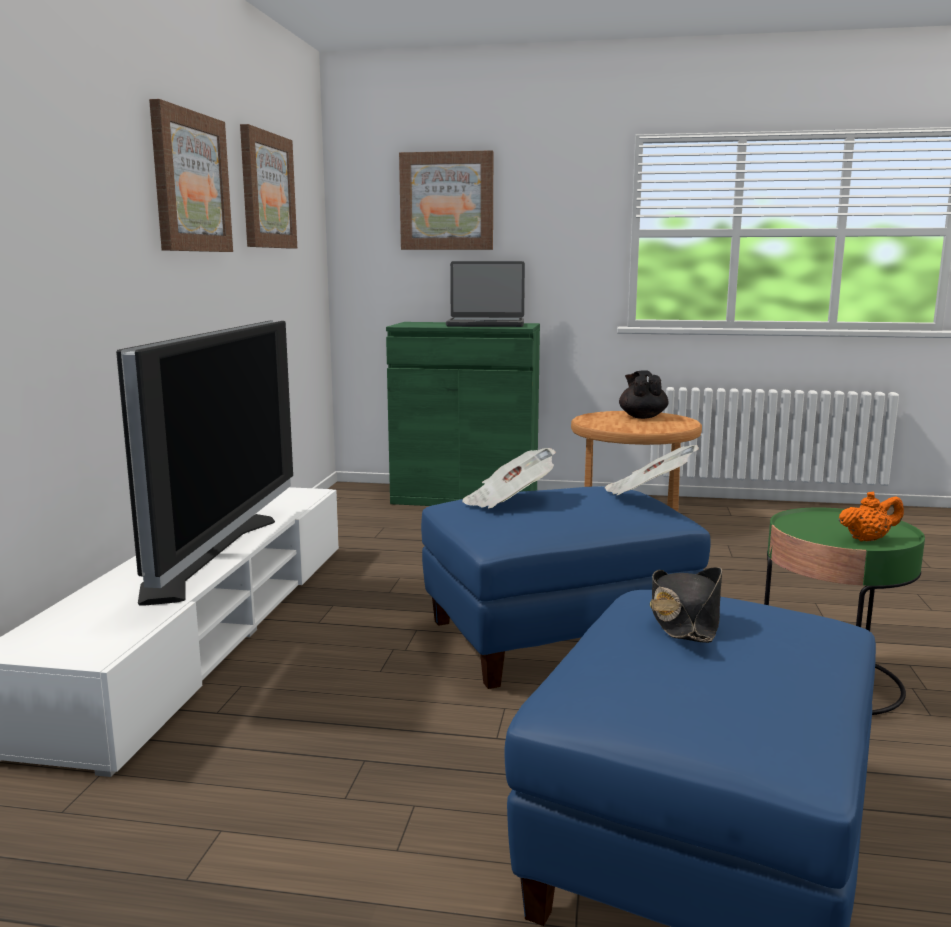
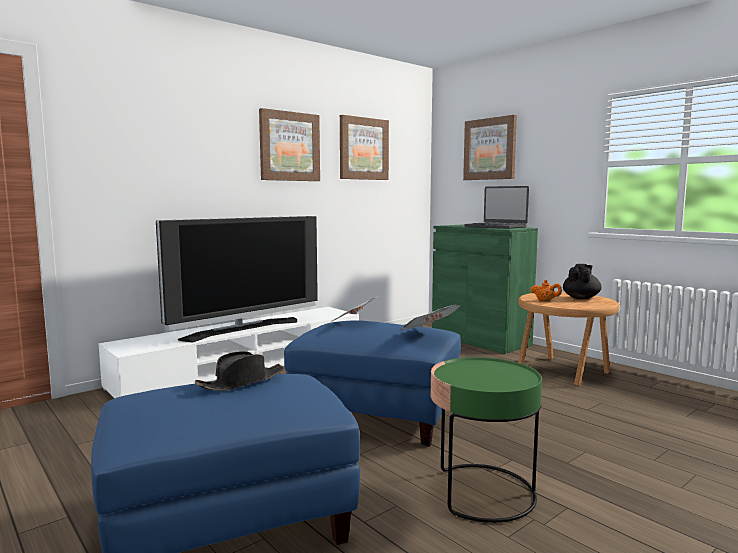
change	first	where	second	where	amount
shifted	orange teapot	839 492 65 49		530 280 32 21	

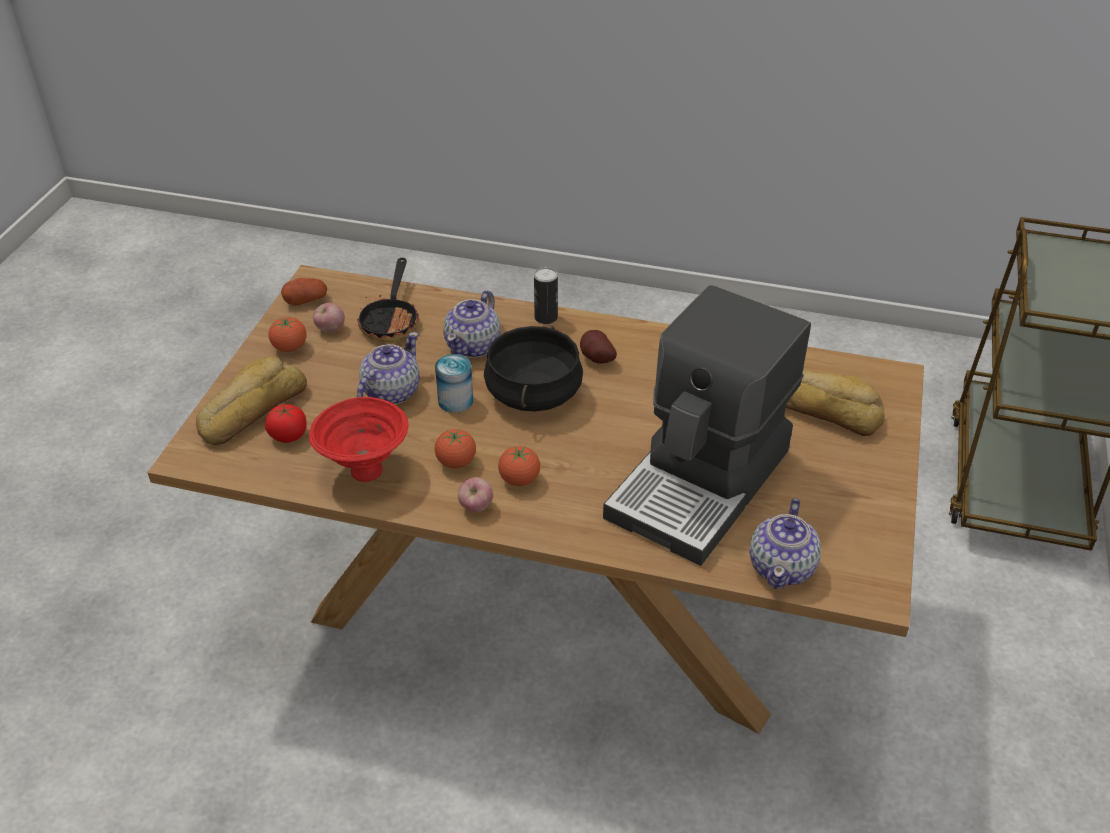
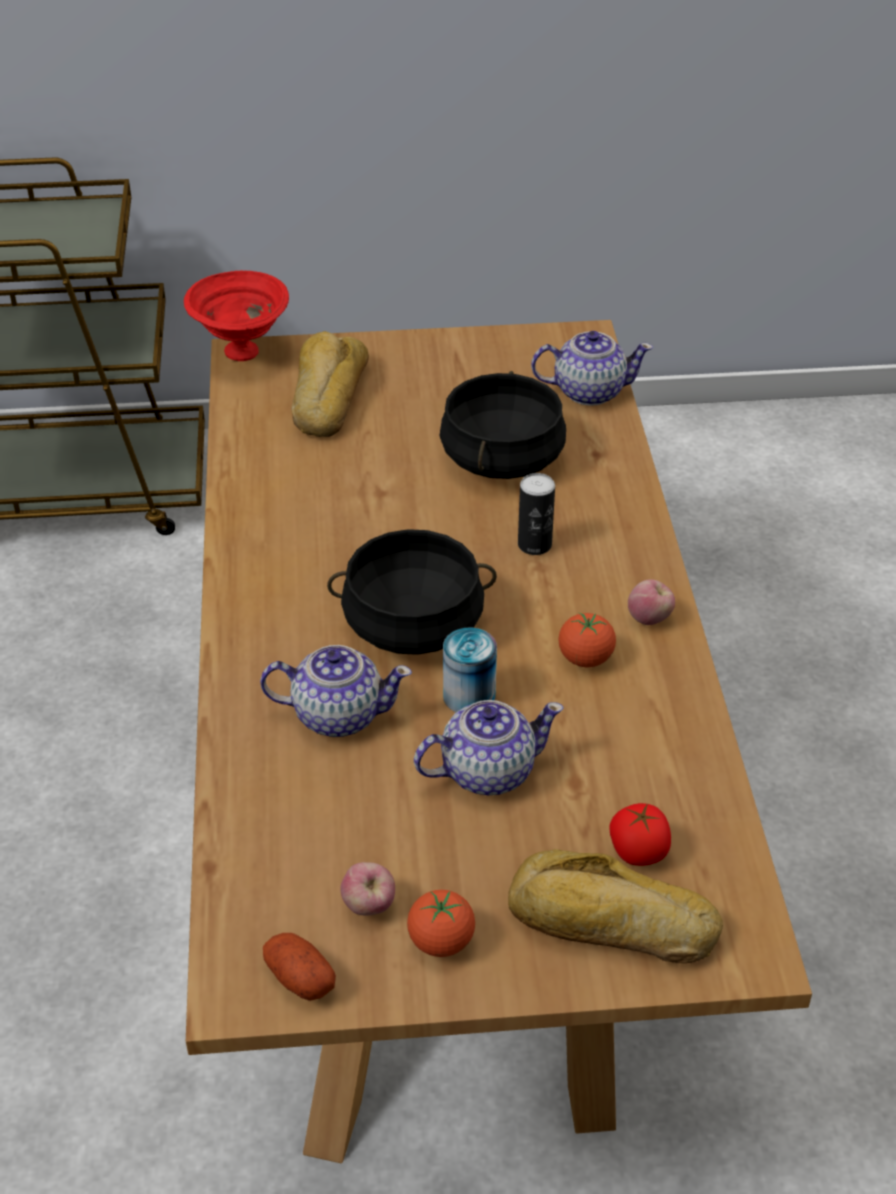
change	first	where	second	where	amount
gone	frying pan	357 258 62 84			
shifted	can	534 267 24 57		518 473 37 82	
swapped	coffee machine	603 285 208 281	black cooking pot	440 371 126 108	
gone	potato	580 330 37 33			
rotated	teapot	357 332 63 72		414 700 150 95	150 degrees clockwise
shifted	red bowl	309 397 99 85		184 271 105 90	
gone	tomato	498 446 42 40			

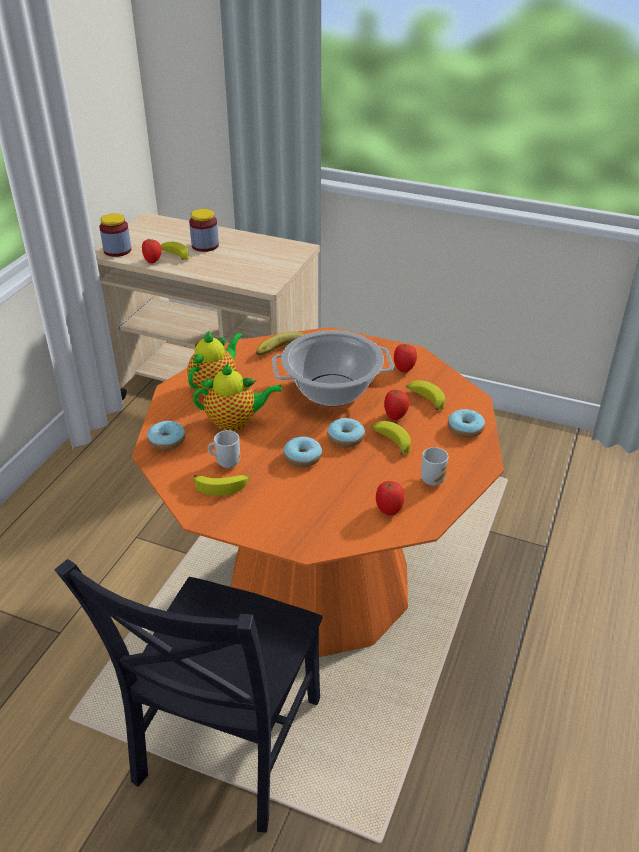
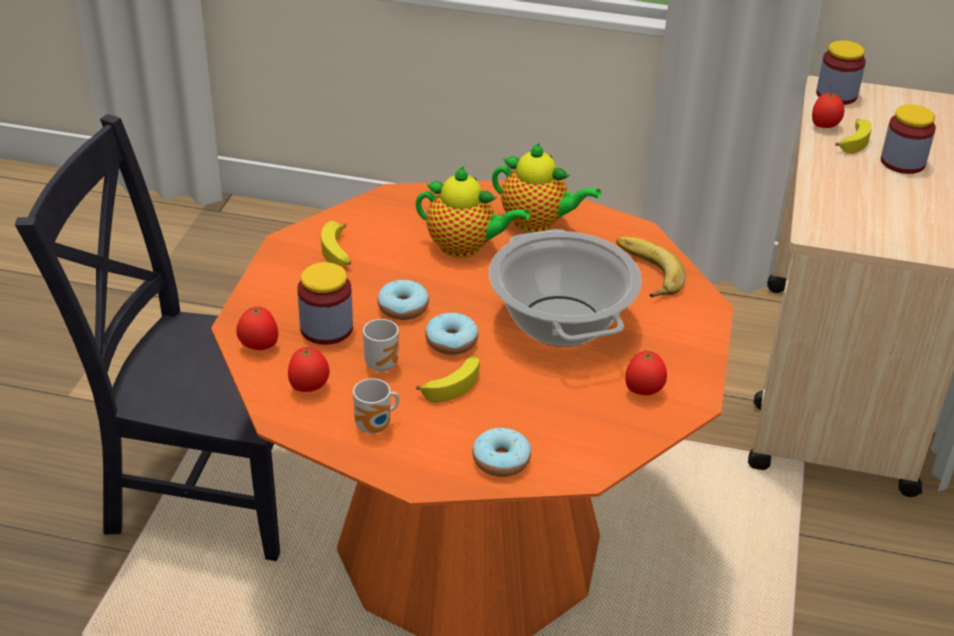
change	first	where	second	where	amount
rotated	teapot	193 363 89 68		416 167 114 91	60 degrees counterclockwise
gone	banana	406 381 39 29			
shifted	tomato	384 390 26 30		236 306 42 44	
gone	donut	147 421 38 30			
shifted	mug	208 430 32 38		363 319 36 53	
new			jar	298 262 55 83	

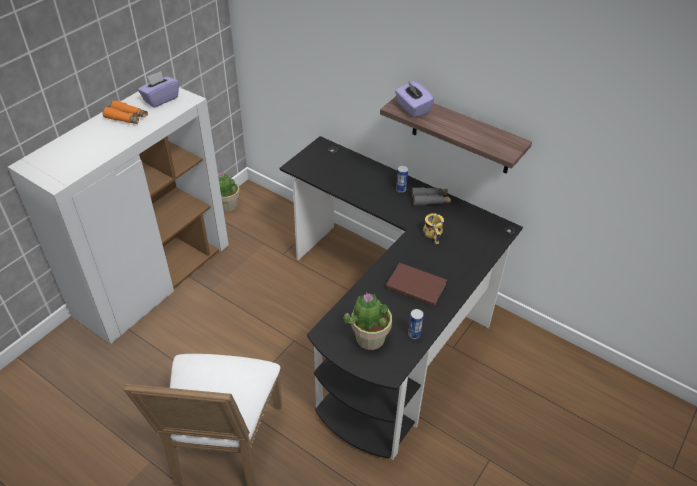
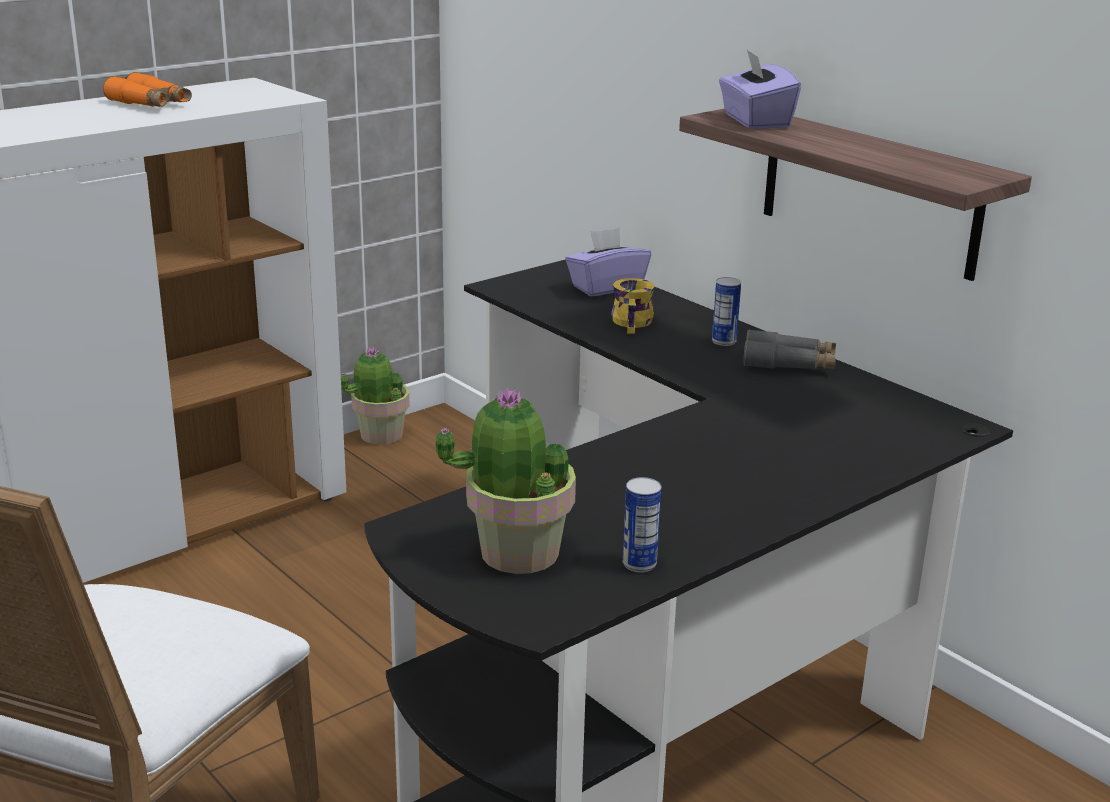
change	first	where	second	where	amount
shifted	purple tissue box	138 71 41 37		565 227 86 69	
shifted	yellow mug	423 213 21 31		611 278 44 56	
gone	brown book	386 263 61 43			

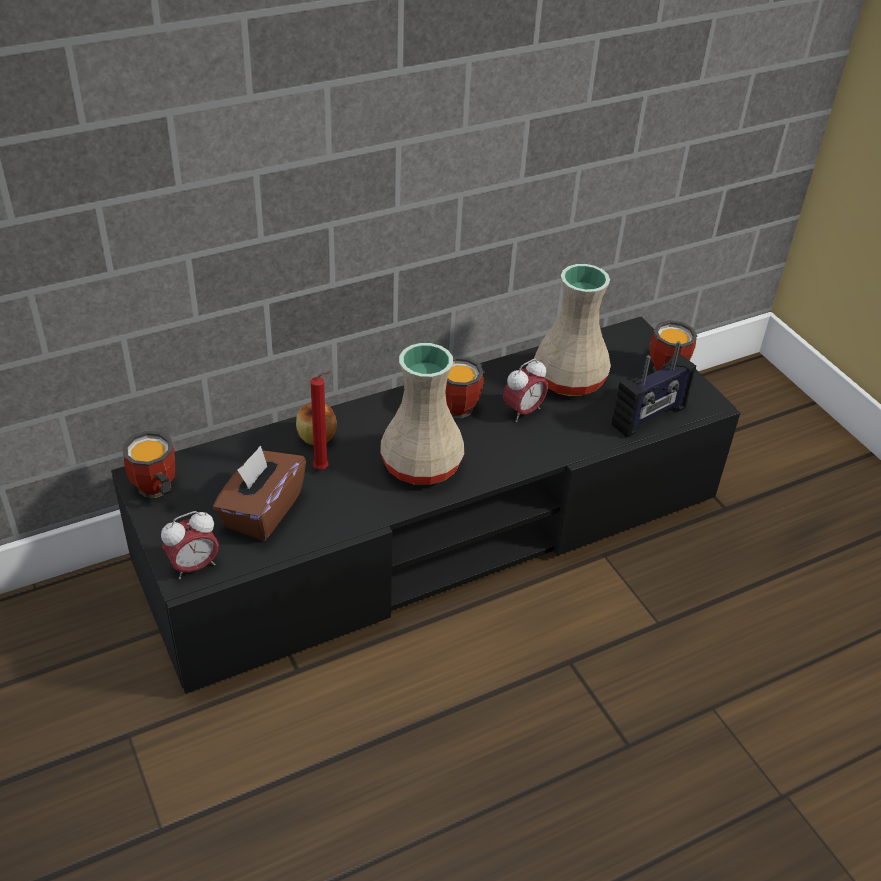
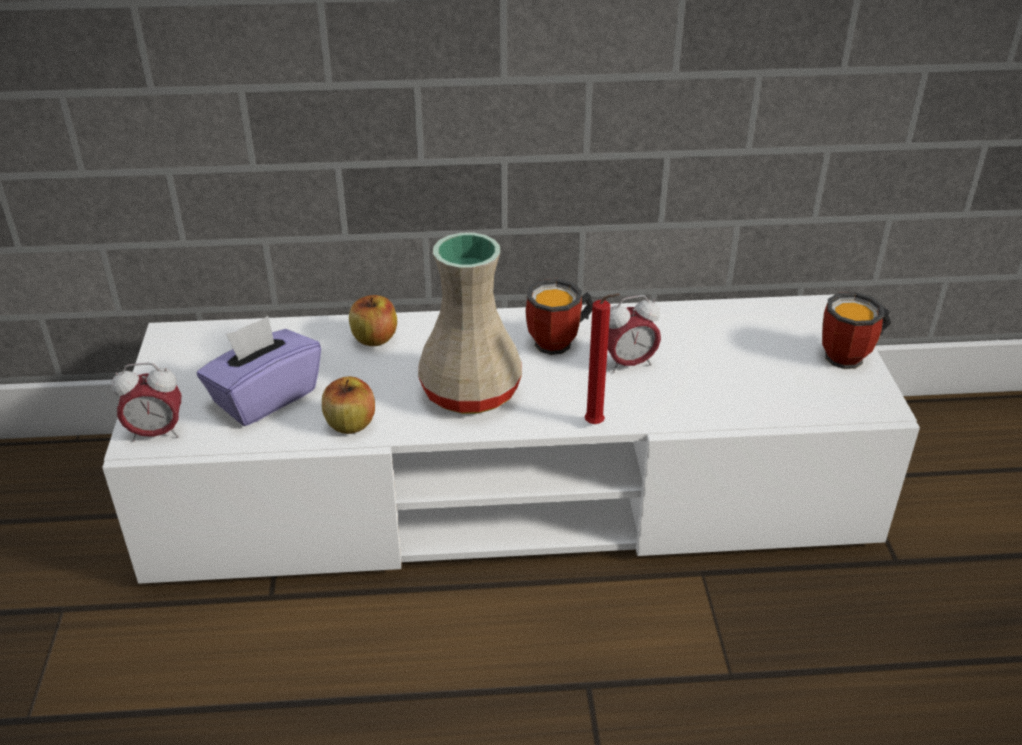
change	first	where	second	where	amount
gone	beige vase	534 264 77 132			
repainted	black tv stand	111 317 629 377	white tv stand	102 294 818 290	
gone	radio	612 341 84 97			
shifted	red candle	311 371 20 98		585 293 35 131	
gone	mug	123 431 52 67			
repainted	brown tissue box	213 445 93 96	purple tissue box	197 316 124 110	
new			apple	322 376 53 58	

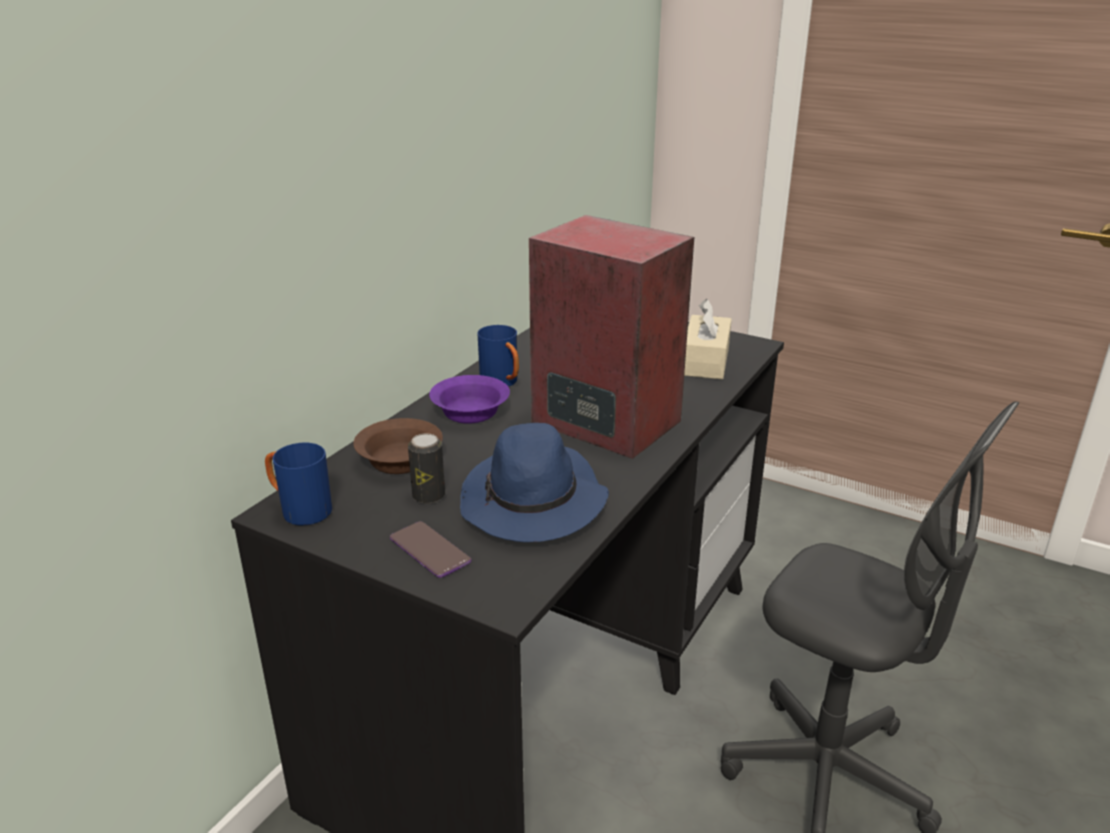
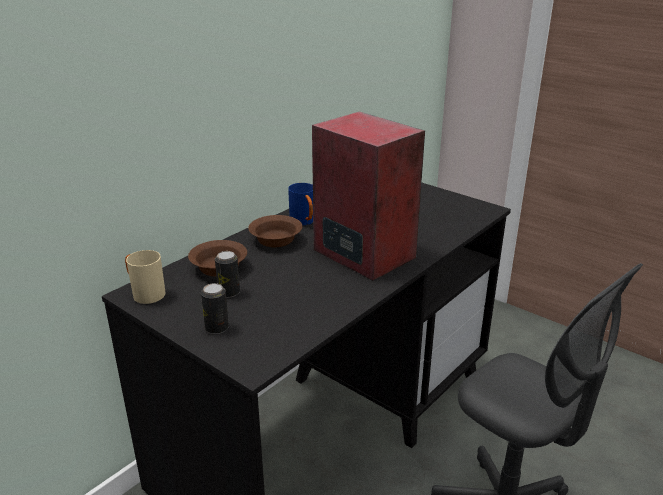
change	first	where	second	where	amount
gone	beige tissue box	684 299 48 80			
repainted	purple bowl	429 375 81 49	brown bowl	248 215 55 32	
gone	blue hat	460 423 149 119			
repainted	blue mug	265 443 67 82	beige mug	125 250 40 54	
swapped	phone	390 521 81 57	can	201 283 28 51	

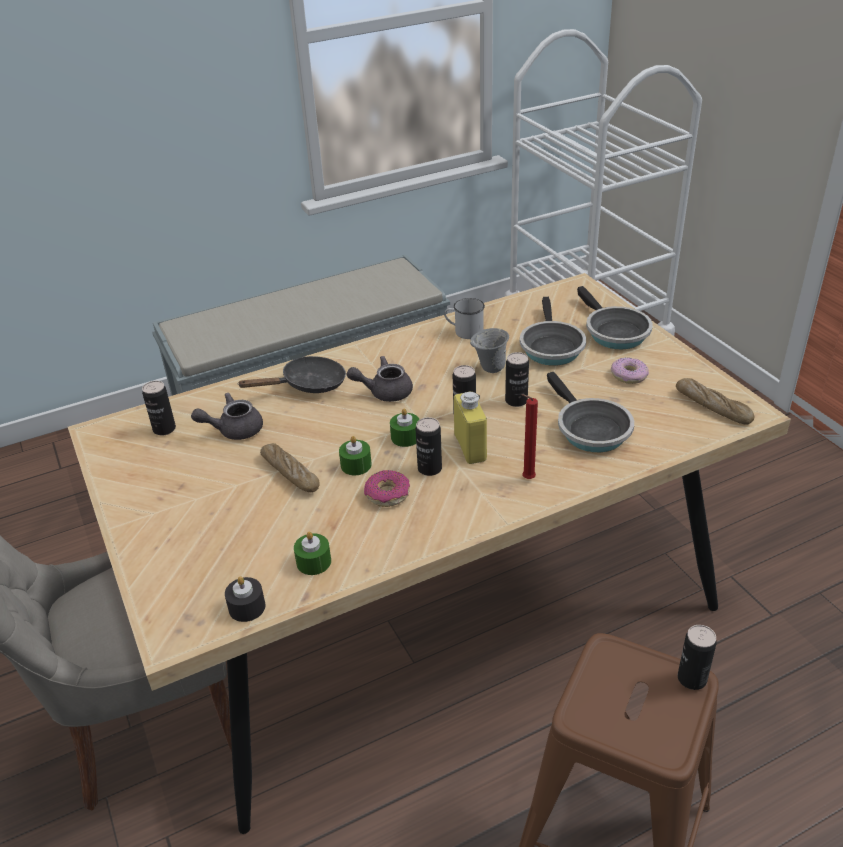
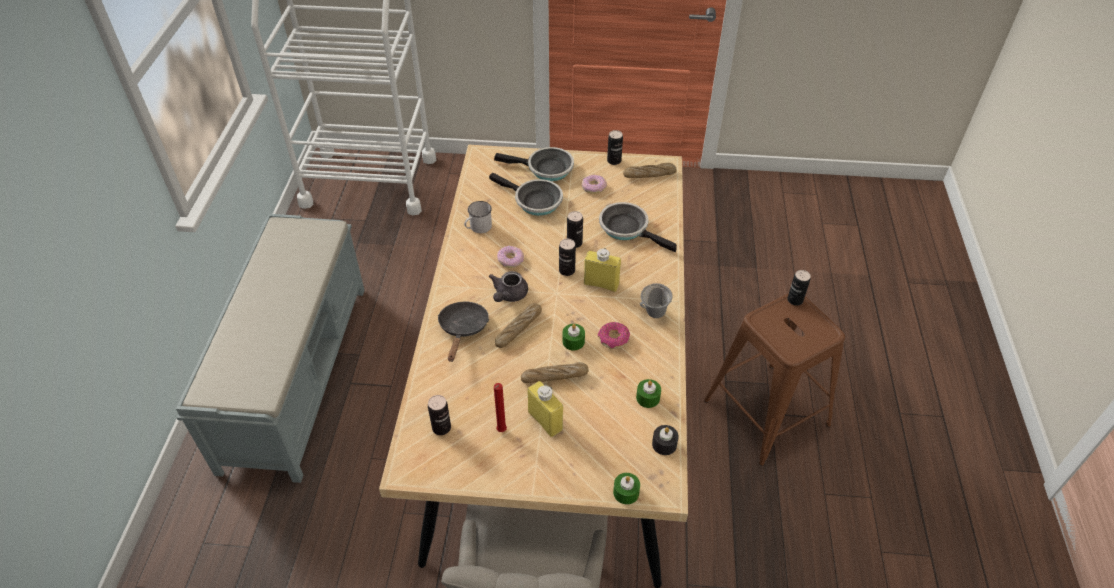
change	first	where	second	where	amount
shifted	grey mug	470 328 39 45		640 283 33 35	
rotated	frying pan	547 372 87 80		599 202 78 50	150 degrees counterclockwise
gone	grey teapot	191 393 72 47			
shifted	red candle	521 394 17 85		494 383 13 49	
shifted	green candle	390 408 30 39		613 473 27 32	
shifted	can	416 417 26 59		607 130 16 35	
new			donut	497 246 27 22	
new			bread	495 303 47 45	
new			yellow bottle	527 381 36 56	

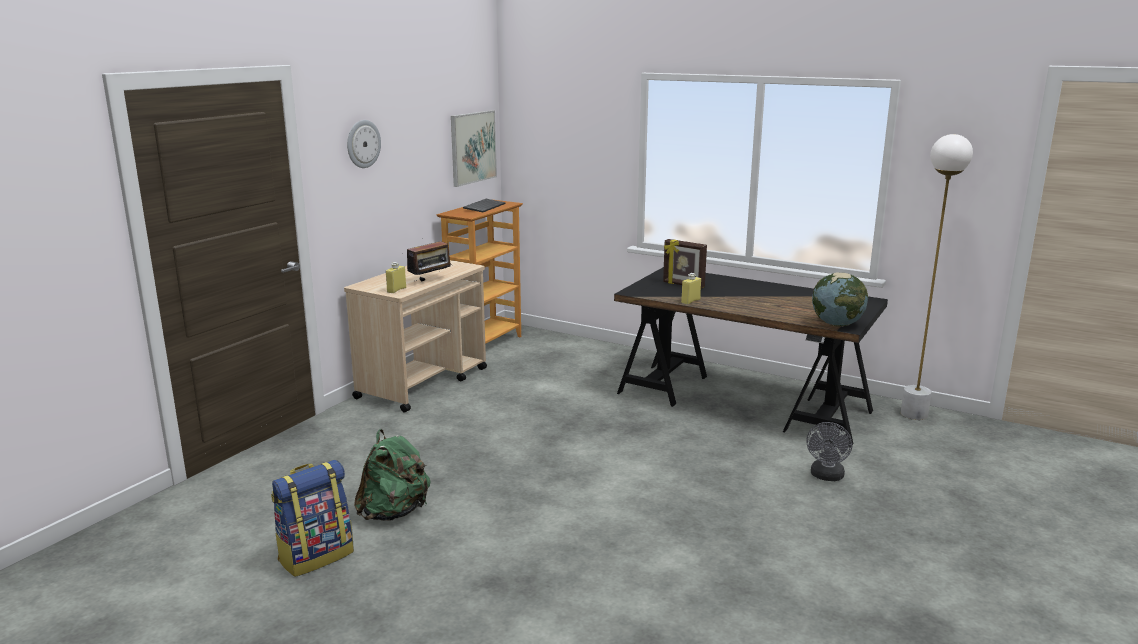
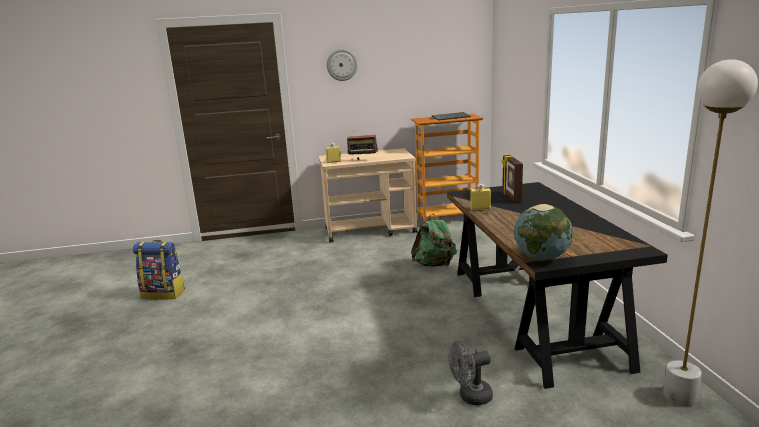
change	first	where	second	where	amount
gone	picture	451 110 46 77			
shifted	green backpack	354 429 77 92		411 214 46 53	

